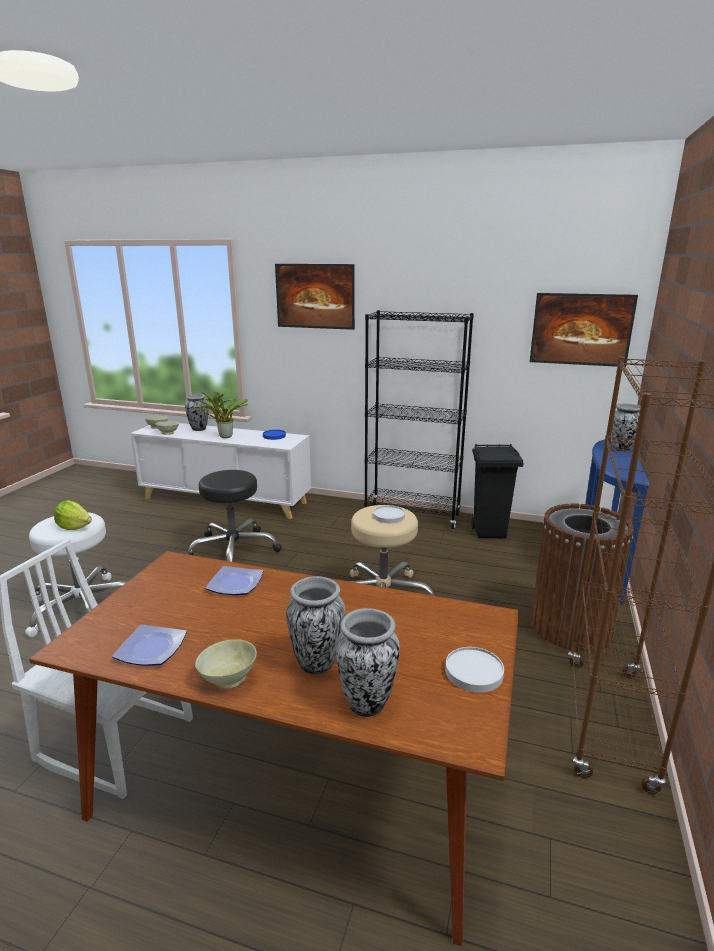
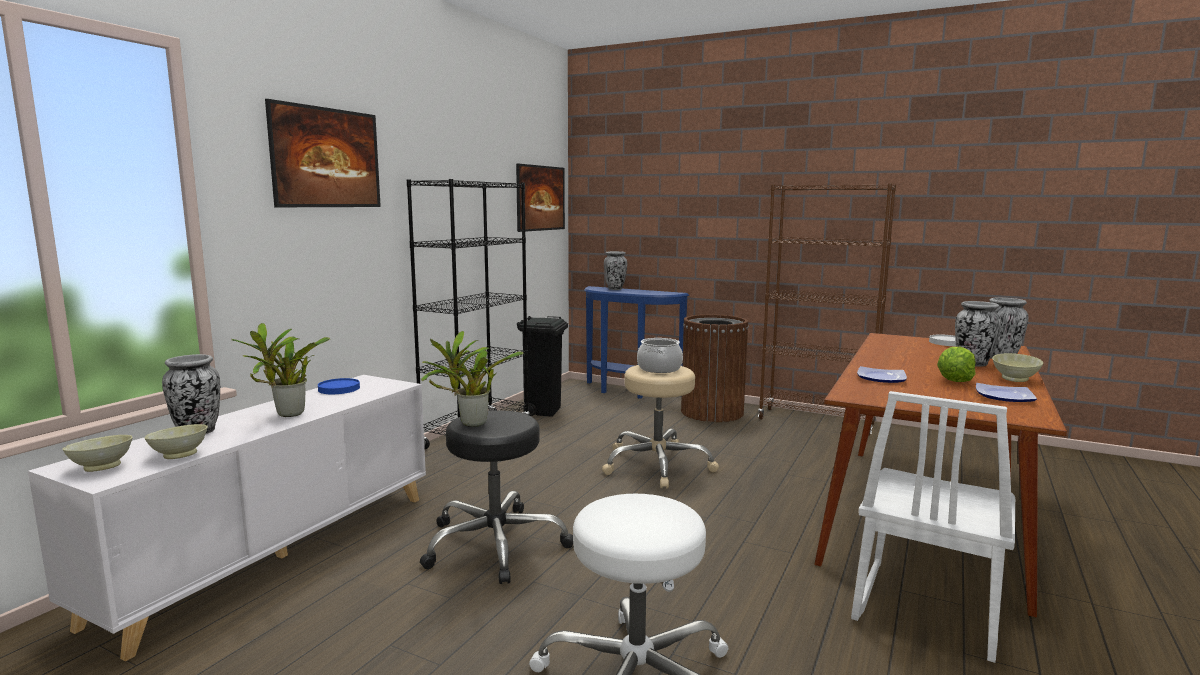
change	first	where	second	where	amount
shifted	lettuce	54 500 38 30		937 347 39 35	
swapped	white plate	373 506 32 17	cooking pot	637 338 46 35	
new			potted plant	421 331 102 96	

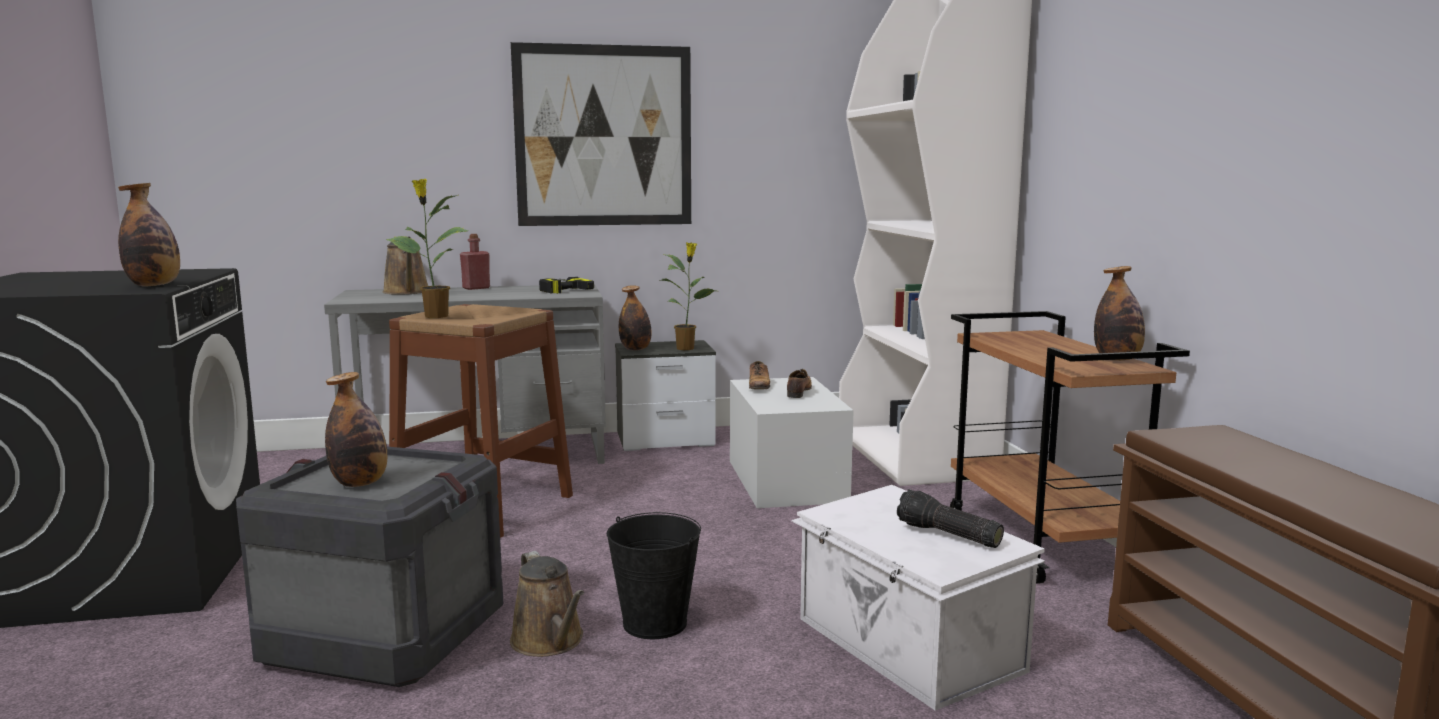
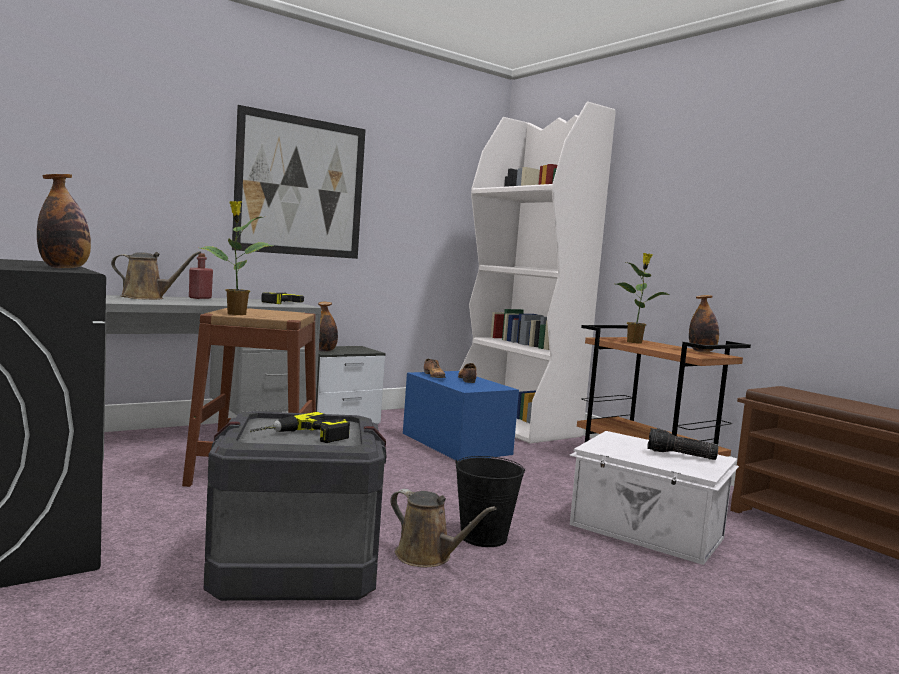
change	first	where	second	where	amount
rotated	brown watering can	382 237 46 58		111 251 90 49	45 degrees counterclockwise
shifted	potted plant	660 242 56 108		616 253 54 91	
swapped	bottle	325 372 62 115	power drill	250 412 100 31	
repainted	white storage box	730 377 124 131	blue storage box	403 371 116 91	

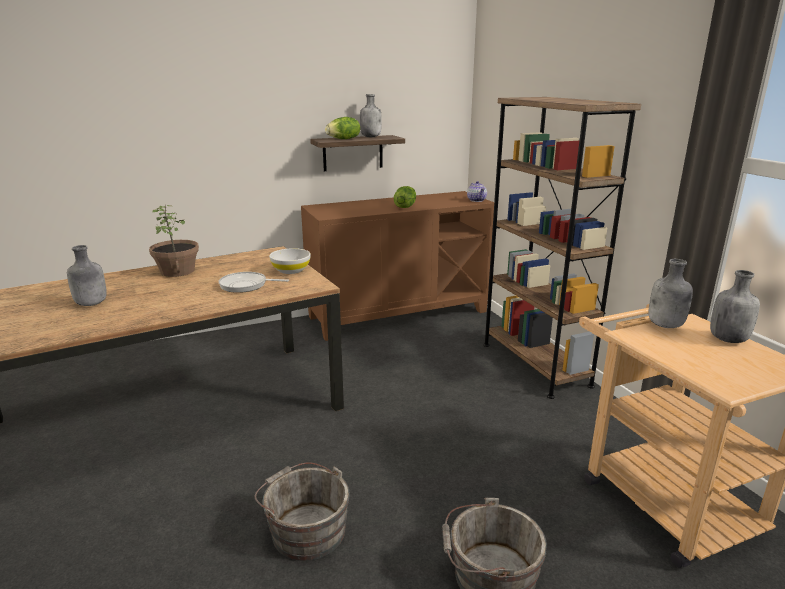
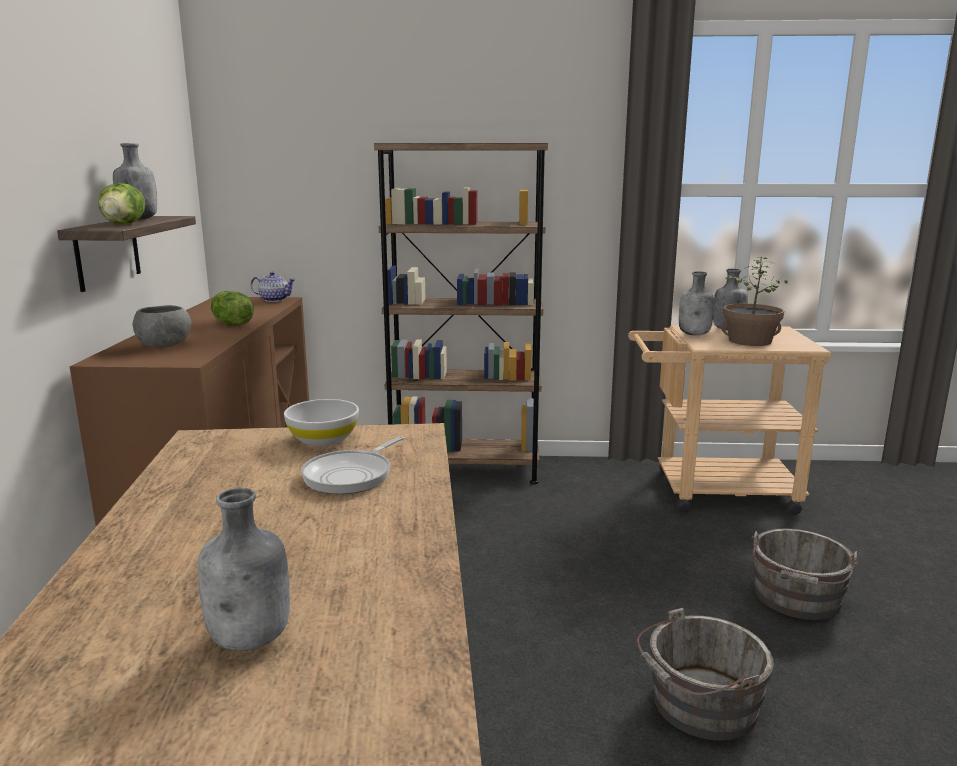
change	first	where	second	where	amount
shifted	potted plant	149 205 50 72		722 257 66 89	
new			grey bowl	132 305 59 43	

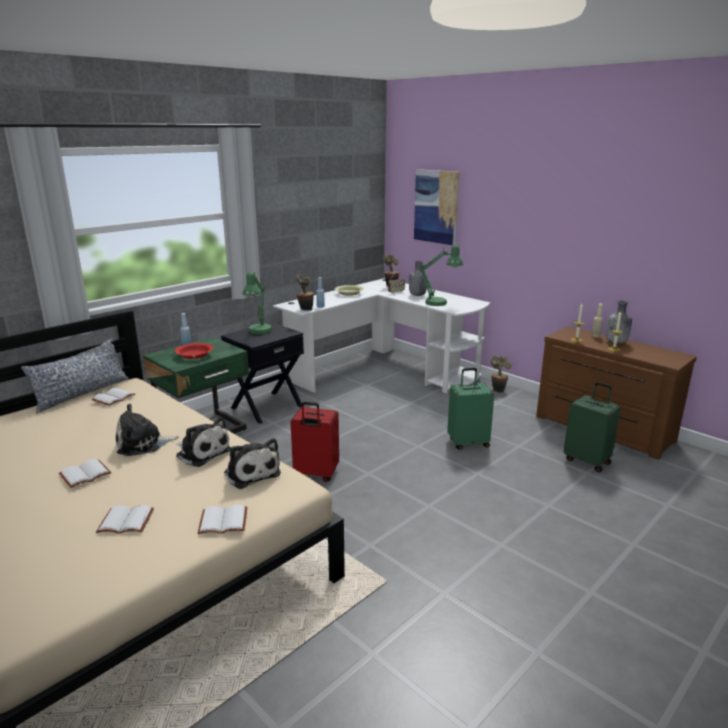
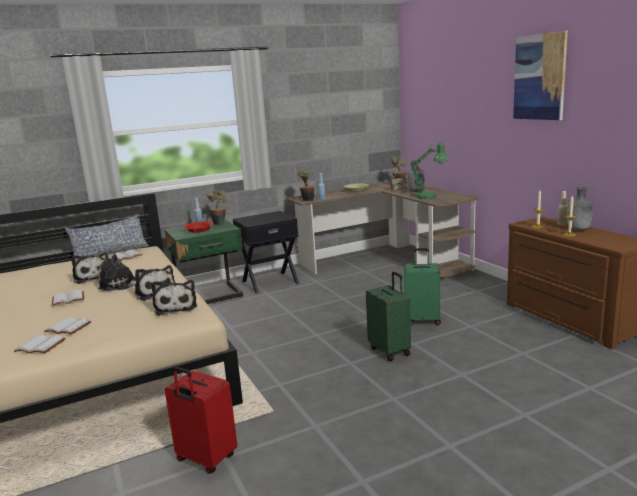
change	first	where	second	where	amount
shifted	picture	414 169 46 76		513 31 55 89	
gone	green table lamp	242 272 30 62			
repainted	white desk	273 278 217 116	brown desk	285 181 194 96	
shifted	potted plant	491 356 21 37		207 190 21 35	
shifted	green suitcase	564 382 57 90		366 271 45 90	
shifted	red suitcase	291 402 48 80		165 367 72 107	
shifted	white book	198 505 49 29		14 335 52 18	
new			plush toy	72 252 36 32	

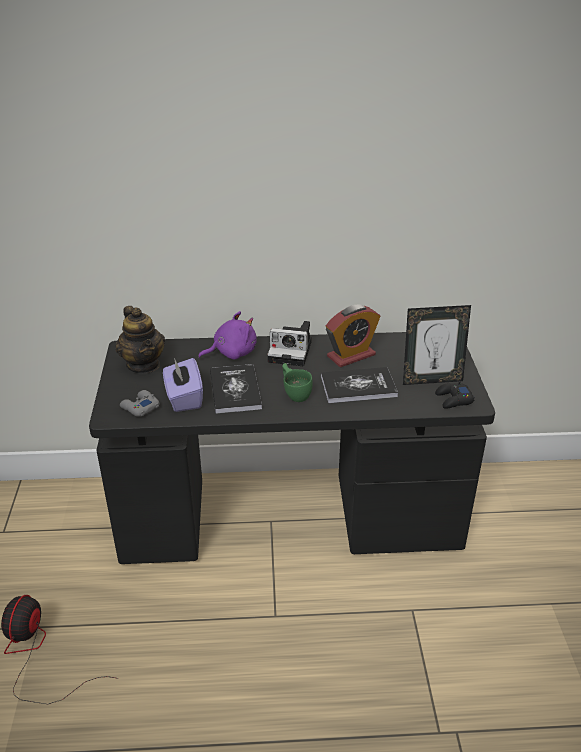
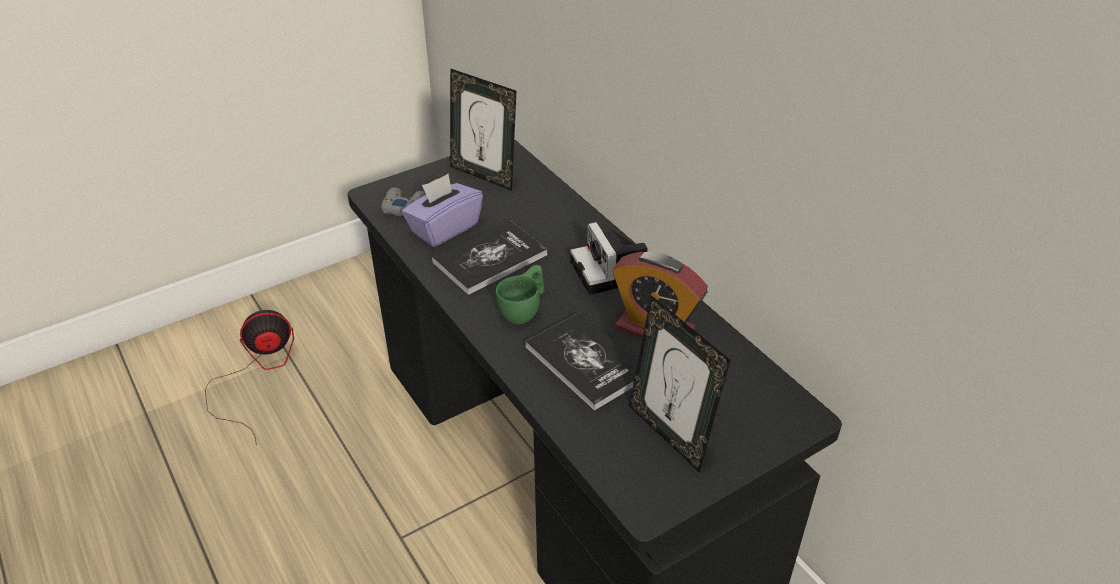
change	first	where	second	where	amount
swapped	teapot	116 306 49 67	picture frame	450 68 66 123	
gone	purple plush toy	198 311 59 48			
gone	black game controller	435 381 40 28			

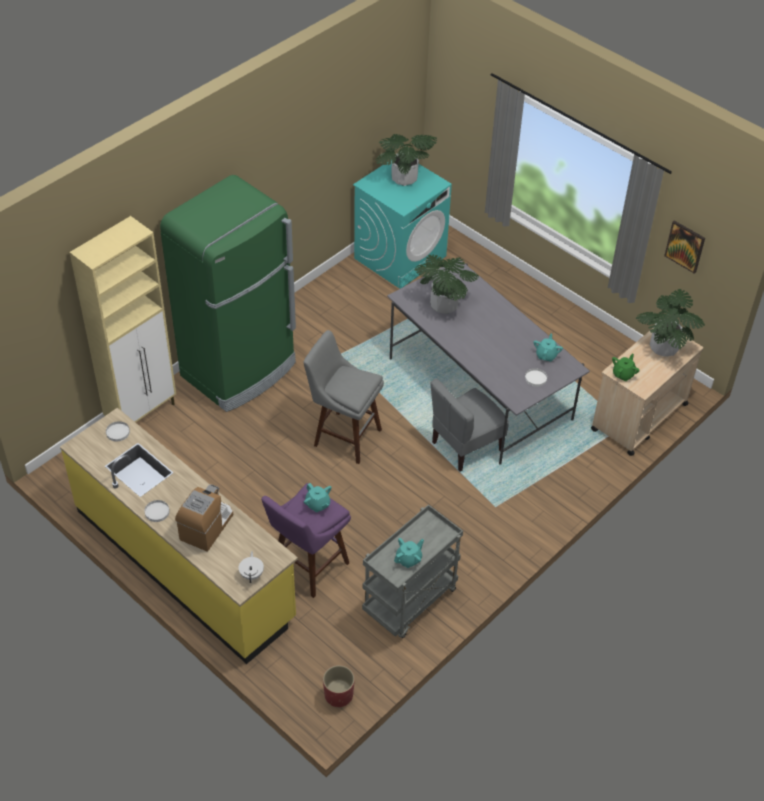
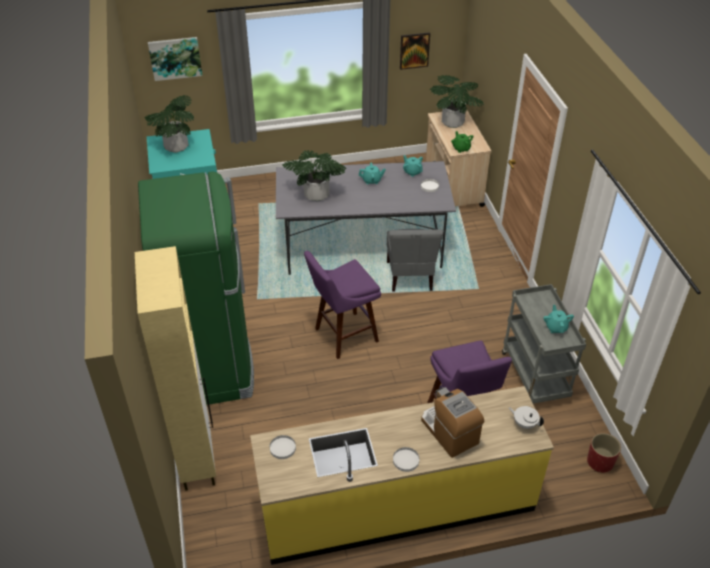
change	first	where	second	where	amount
repainted	grey stool	303 330 81 134	purple stool	304 251 77 108	
shifted	turquoise teapot	304 483 28 29		359 163 27 21	
new			picture	148 37 54 44	

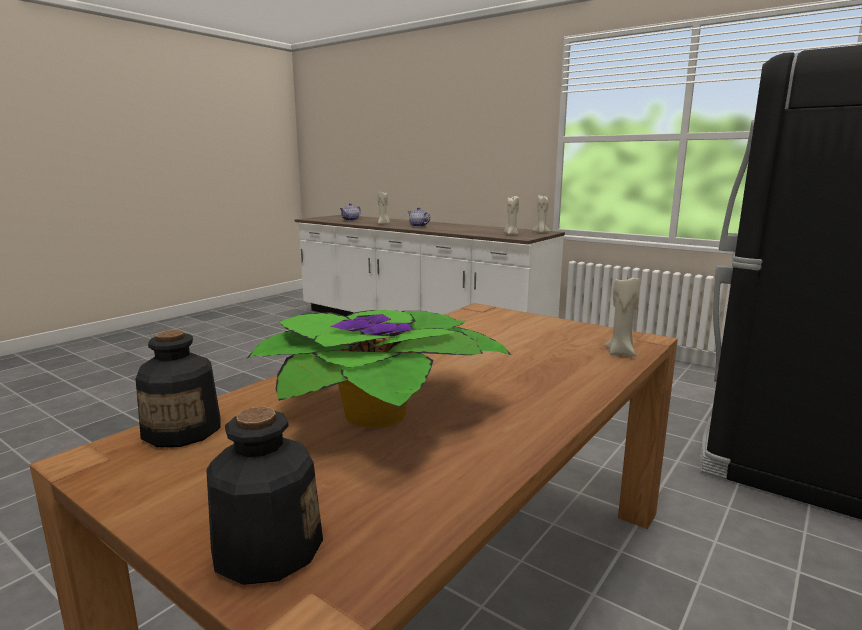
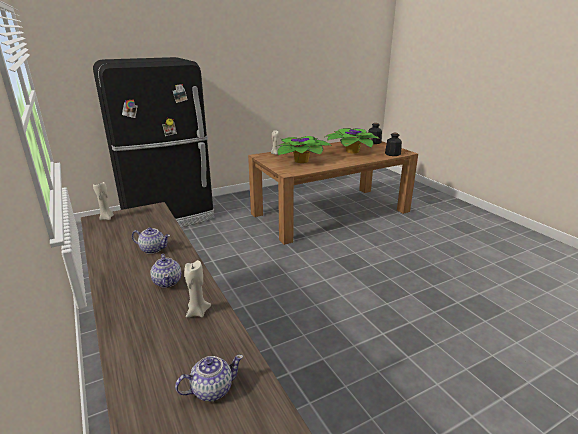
change	first	where	second	where	amount
gone	beige candle	504 196 15 39			
new			potted plant	274 136 57 27	
new			teapot	132 228 38 26	

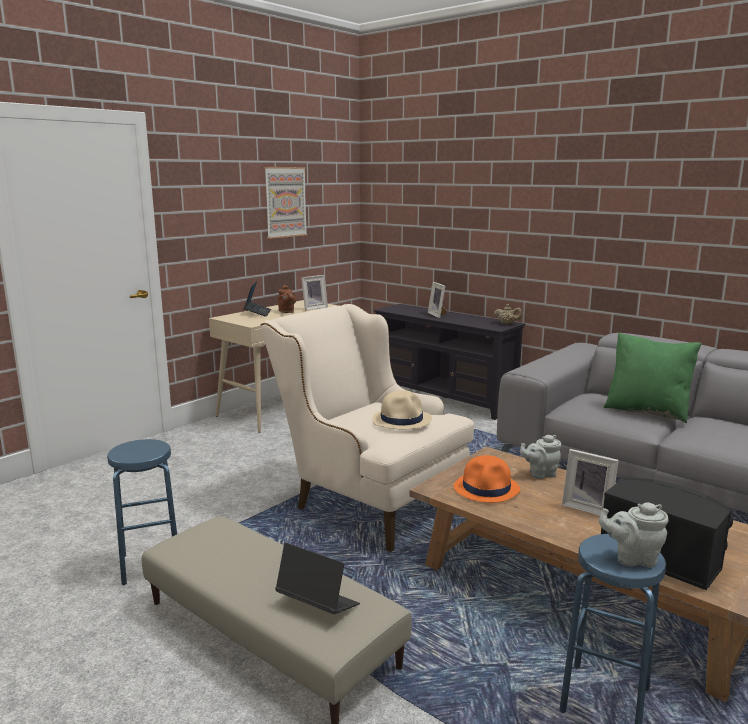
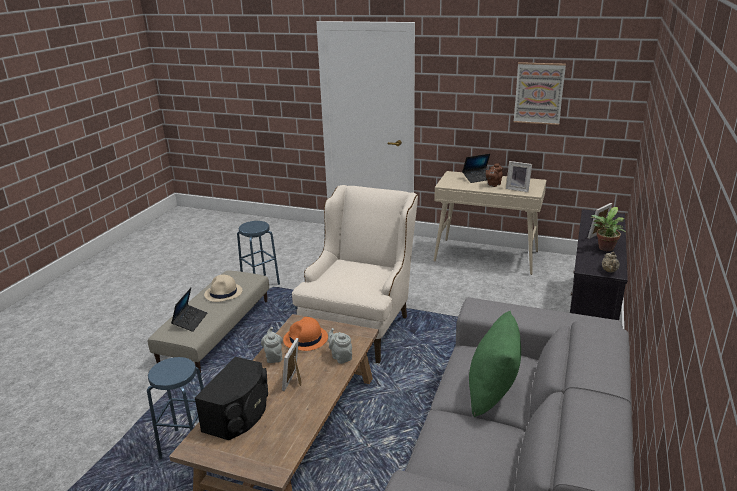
change	first	where	second	where	amount
shifted	beige hat	372 390 60 40		204 275 38 27	
shifted	grey teapot	599 502 70 66		261 327 22 36	
new			potted plant	591 207 35 44	

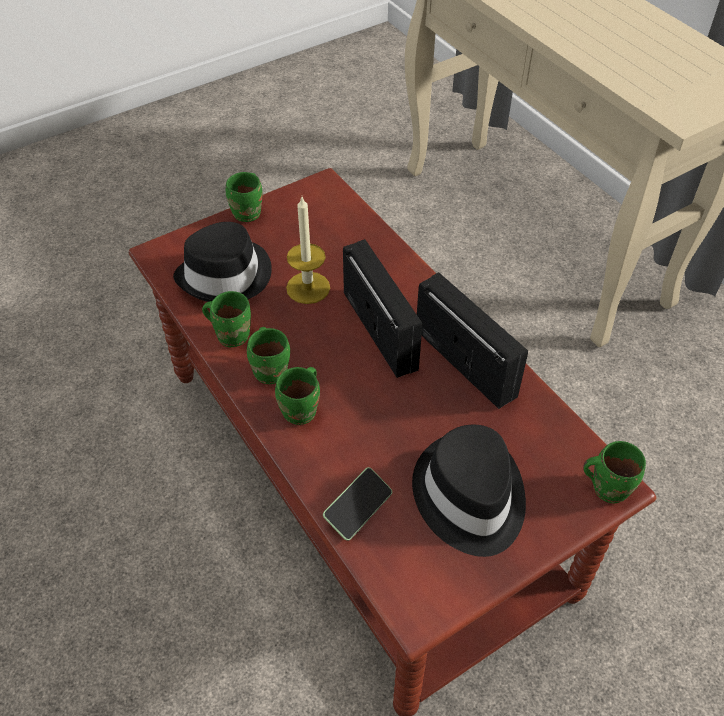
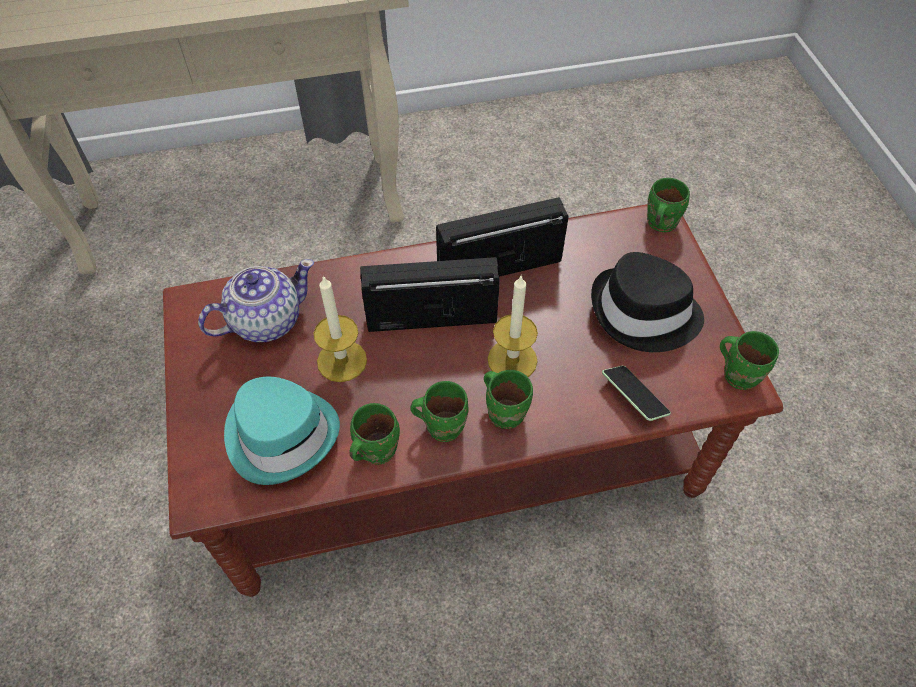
change	first	where	second	where	amount
shifted	green mug	226 172 37 50		720 331 59 59	
repainted	black hat	173 222 99 80	turquoise hat	224 377 116 108	
new			teapot	198 259 116 83	
new			candle	488 275 50 102	

